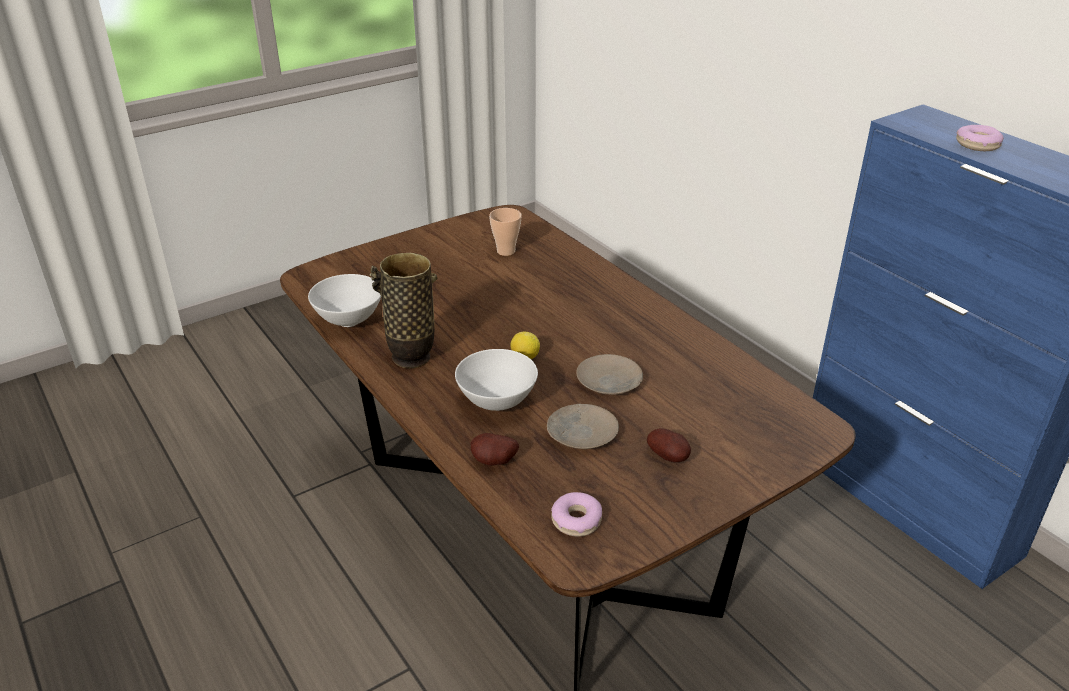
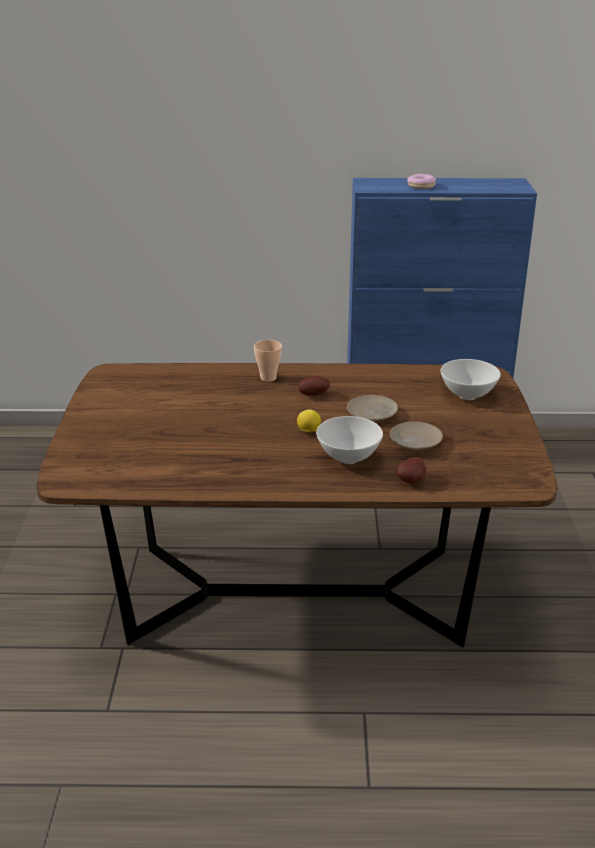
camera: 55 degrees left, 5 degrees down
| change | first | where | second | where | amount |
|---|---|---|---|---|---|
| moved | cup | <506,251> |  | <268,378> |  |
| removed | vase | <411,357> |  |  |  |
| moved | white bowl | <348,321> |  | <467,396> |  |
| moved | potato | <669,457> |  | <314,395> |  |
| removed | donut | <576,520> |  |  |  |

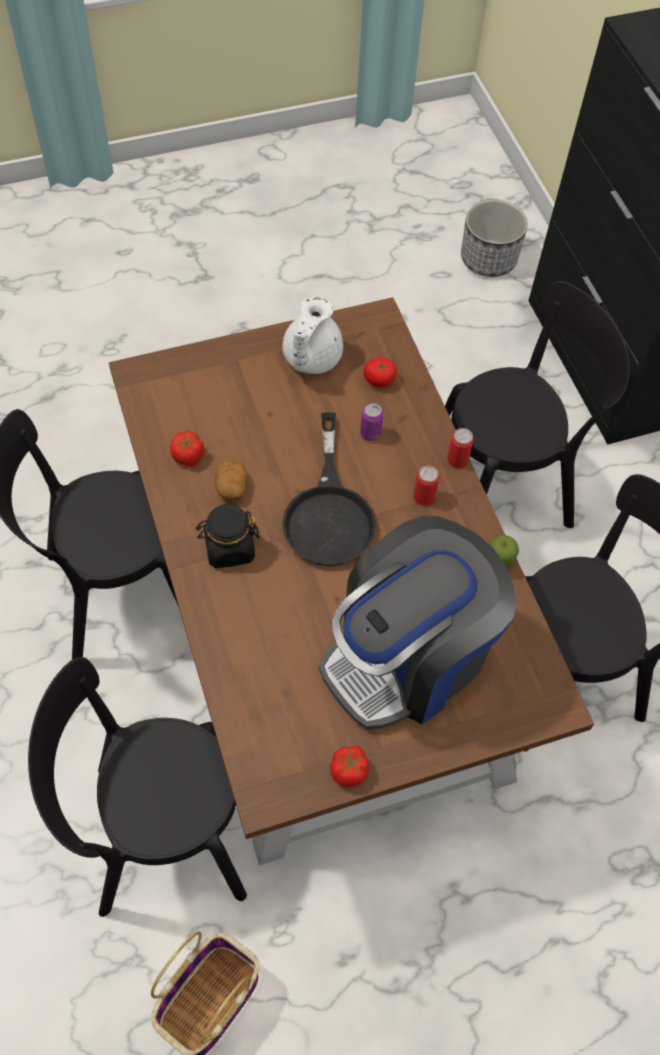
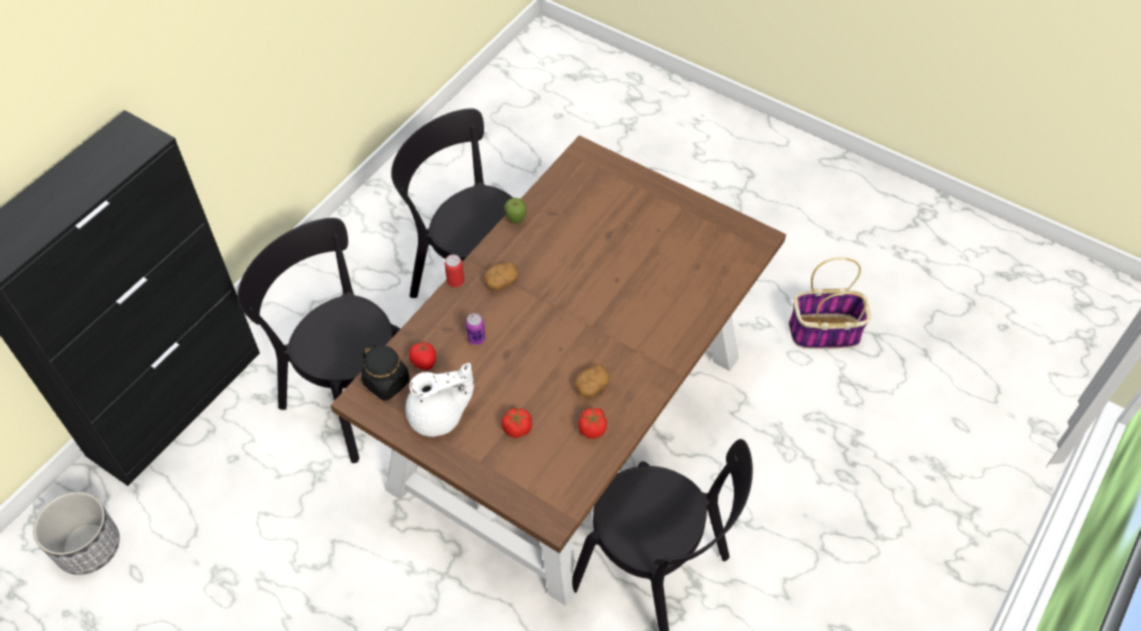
camera: 125 degrees left, 5 degrees down
| change | first | where | second | where | amount |
|---|---|---|---|---|---|
| removed | black frying pan | <329,512> |  |  |  |
| replaced | can | <424,496> | potato | <501,281> |  |
| moved | black jar | <229,548> |  | <387,382> |  |
| removed | coffee machine | <409,656> |  |  |  |
| removed | black chair | <160,833> |  |  |  |
| moved | tomato | <349,771> |  | <517,428> |  |

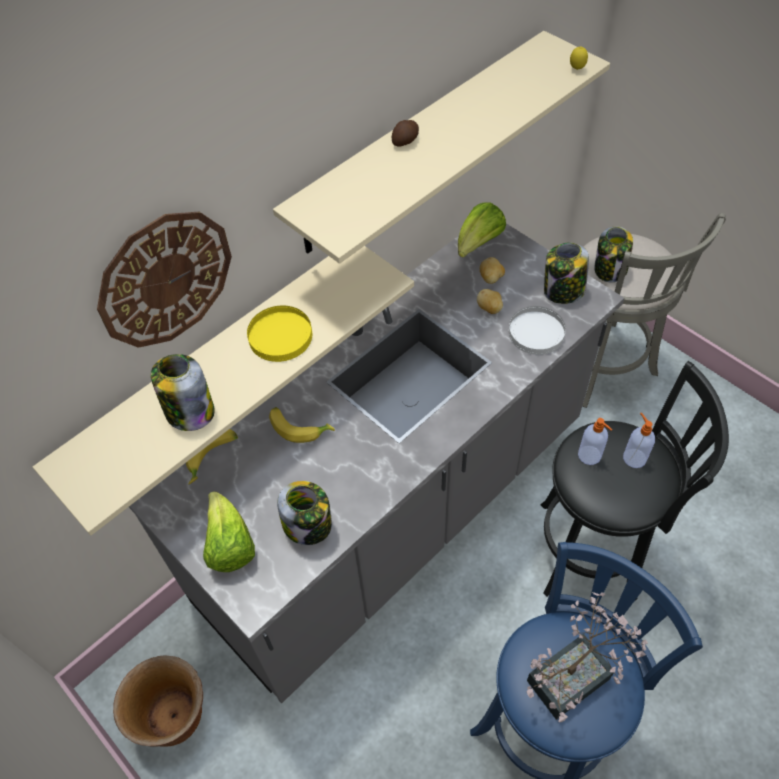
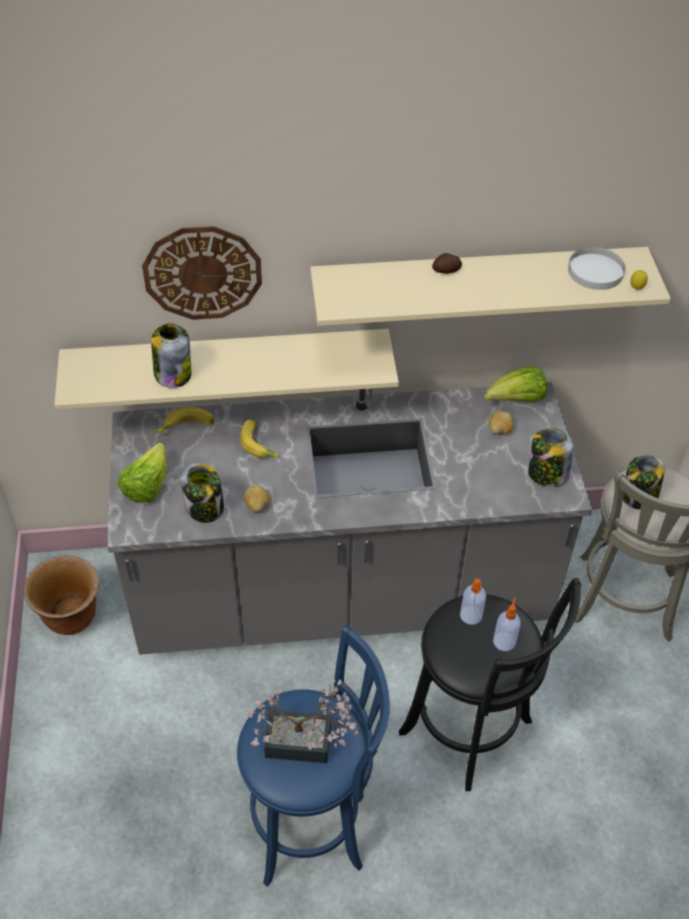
camera: 35 degrees right, 5 degrees down
| change | first | where | second | where | amount |
|---|---|---|---|---|---|
| moved | potato | <489,309> |  | <257,506> |  |
| removed | yellow plate | <280,336> |  |  |  |
| moved | white plate | <536,332> |  | <596,271> |  |

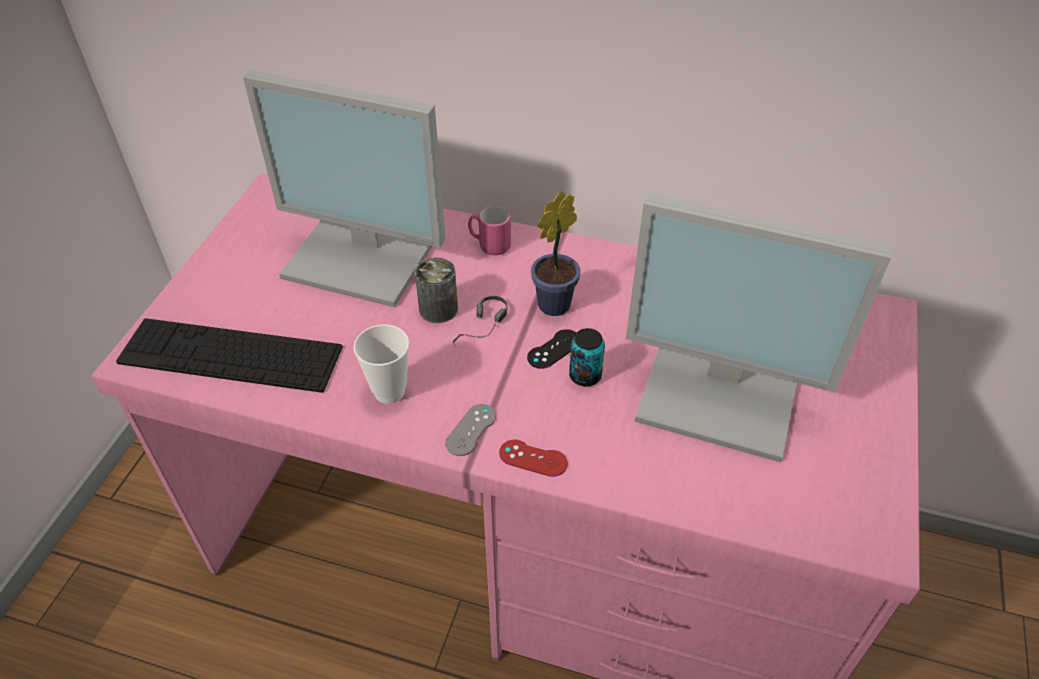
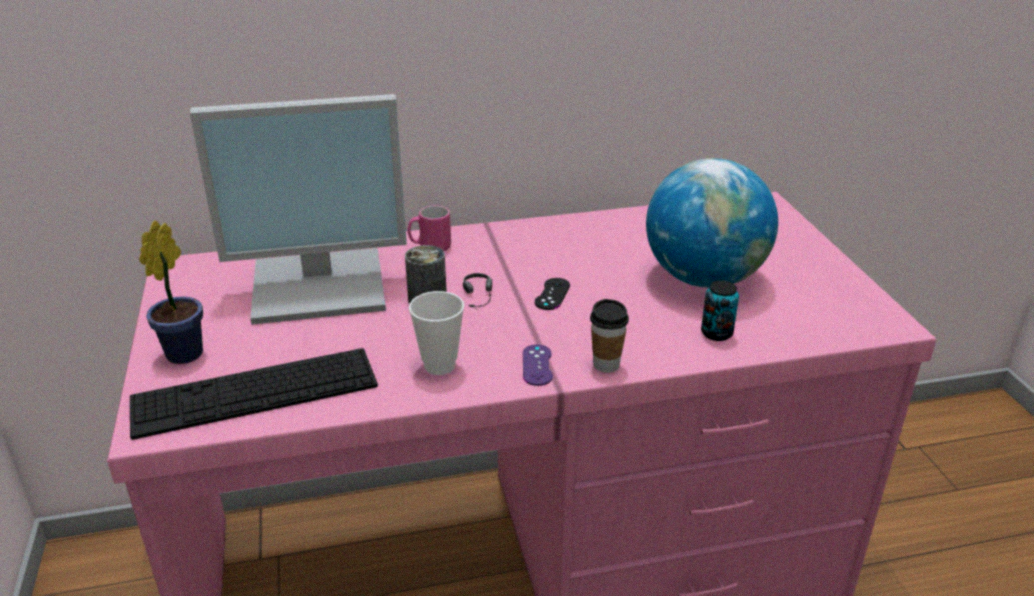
camera: 30 degrees left, 15 degrees down
| change | first | where | second | where | amount |
|---|---|---|---|---|---|
| moved | potted plant | <557,302> |  | <187,351> |  |
| replaced | monitor | <723,391> | globe | <704,278> |  |
| moved | can | <585,376> |  | <716,333> |  |
| recoloured | grey game controller | <471,430> | purple game controller | <537,365> |  |
| replaced | red game controller | <533,458> | cup | <606,364> |  |

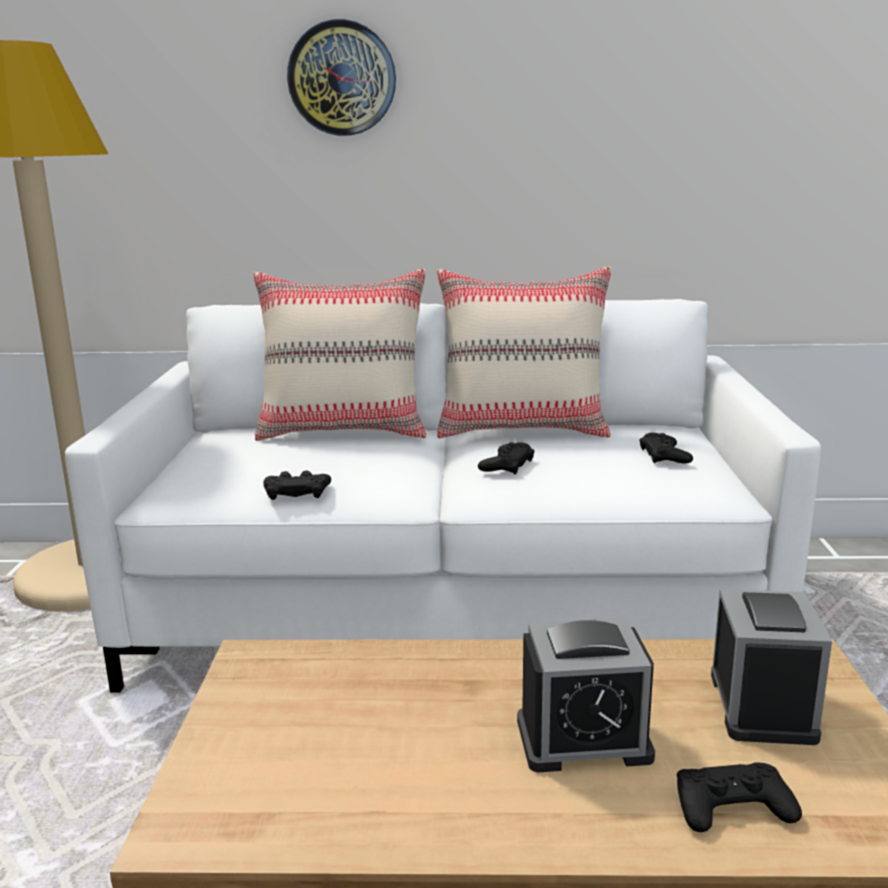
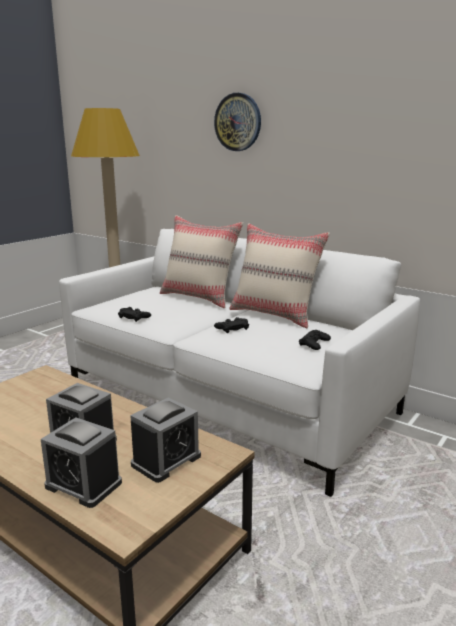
camera: 35 degrees right, 0 degrees up
| change | first | where | second | where | amount |
|---|---|---|---|---|---|
| replaced | black game controller | <732,807> | alarm clock | <83,484> |  |

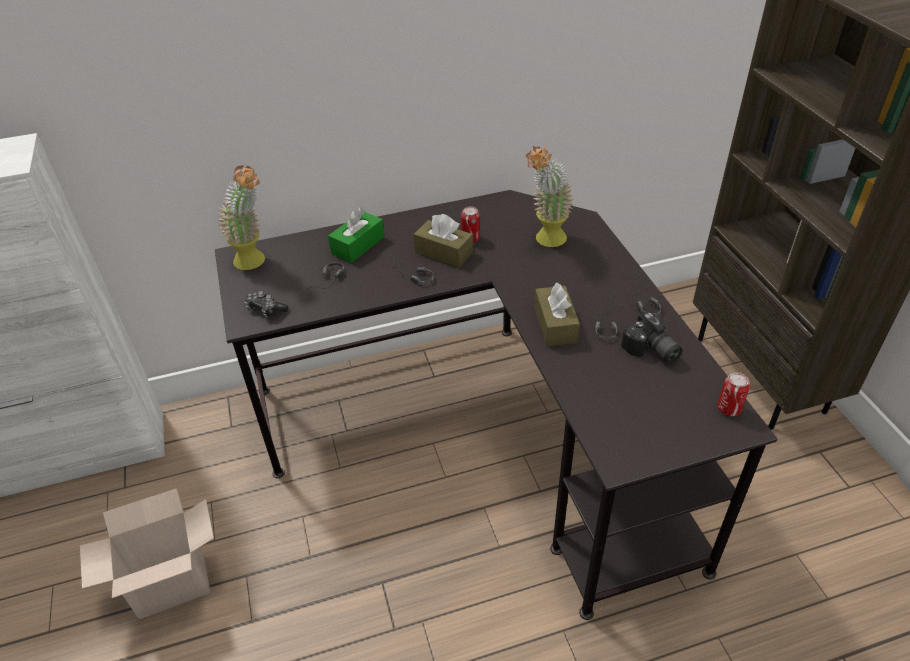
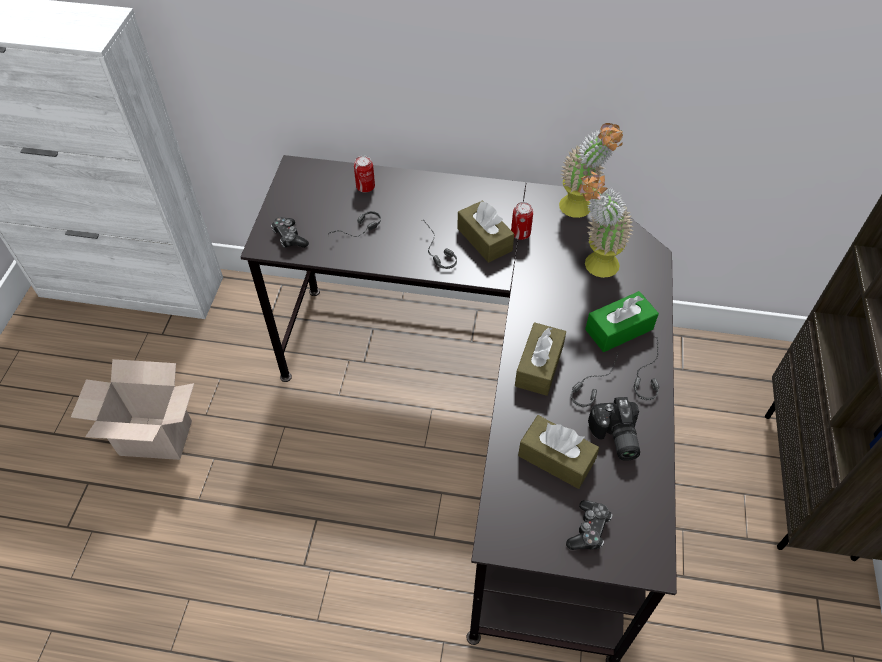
camera: 25 degrees right, 10 degrees up
| change | first | where | second | where | amount |
|---|---|---|---|---|---|
| moved | potted plant | <256,262> |  | <581,211> |  |
| moved | green tissue box | <358,245> |  | <619,329> |  |
| moved | can | <728,408> |  | <365,187> |  |
| added |  |  | brown tissue box | <556,458> |  |
| added |  |  | game controller | <588,530> |  |

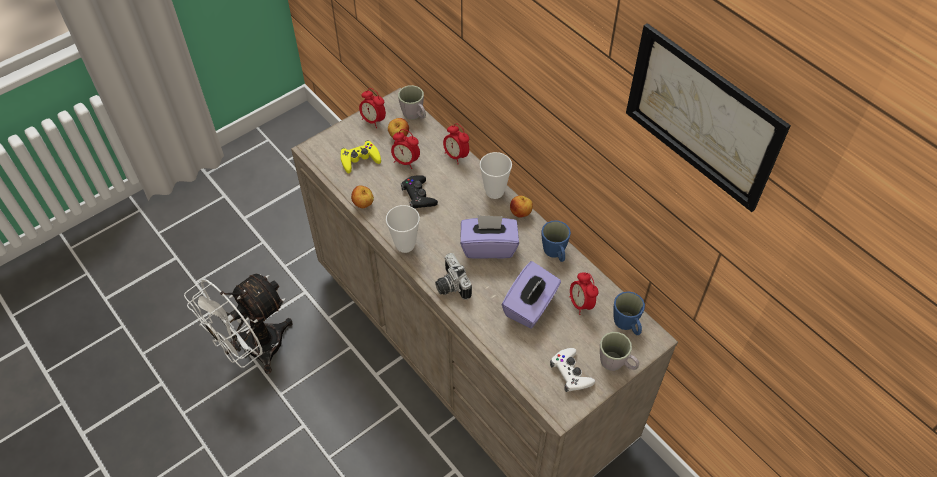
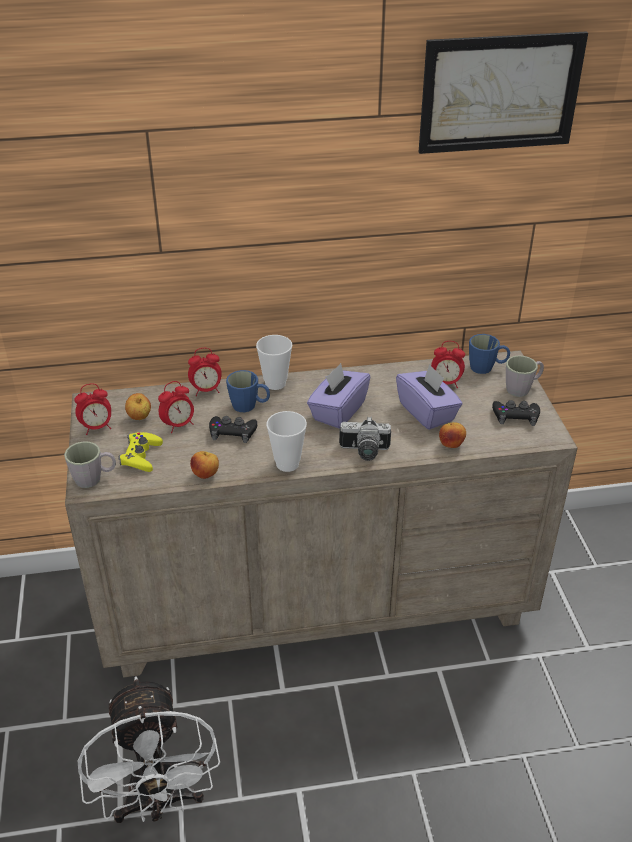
camera: 60 degrees left, 15 degrees down
| change | first | where | second | where | amount |
|---|---|---|---|---|---|
| moved | grey mug | <415,115> |  | <94,478> |  |
| moved | apple | <521,213> |  | <451,445> |  |
| moved | blue mug | <555,253> |  | <249,406> |  |
| recoloured | white game controller | <571,373> | black game controller | <515,416> |  |

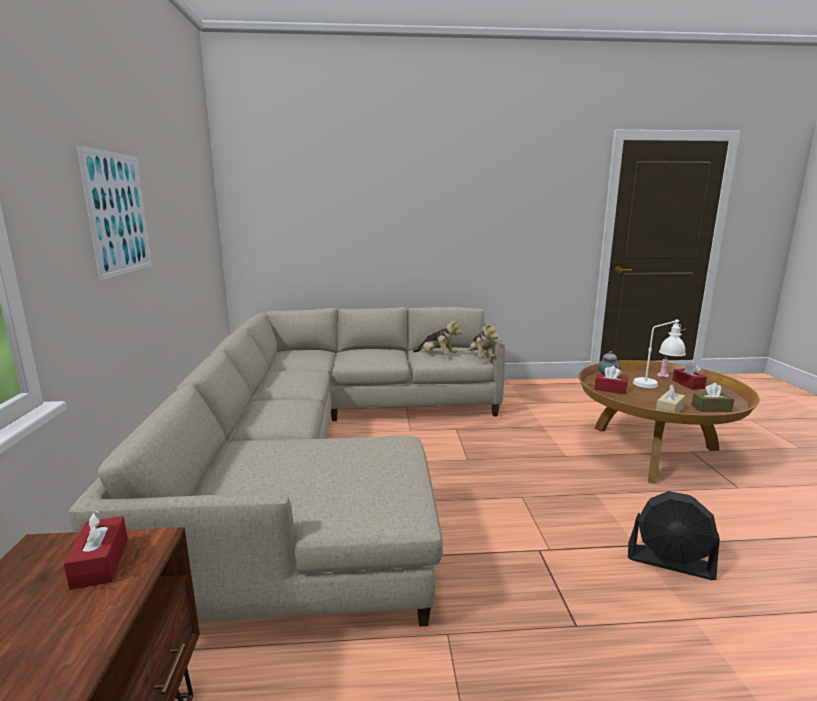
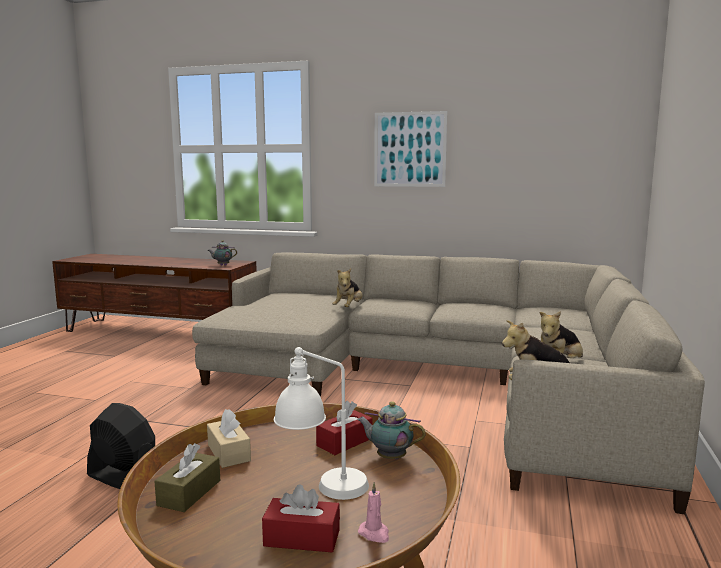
camera: 110 degrees right, 5 degrees down
| change | first | where | second | where | amount |
|---|---|---|---|---|---|
| turned | black fan | <670,562> |  | <123,479> | 75 degrees clockwise |
| replaced | red tissue box | <100,563> | teapot | <222,265> |  |
| added |  |  | plush toy | <348,308> |  |

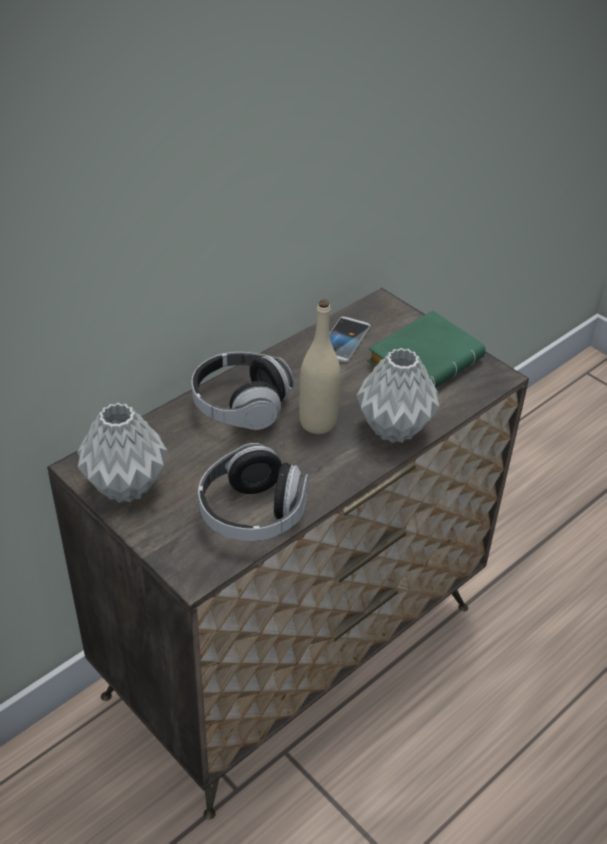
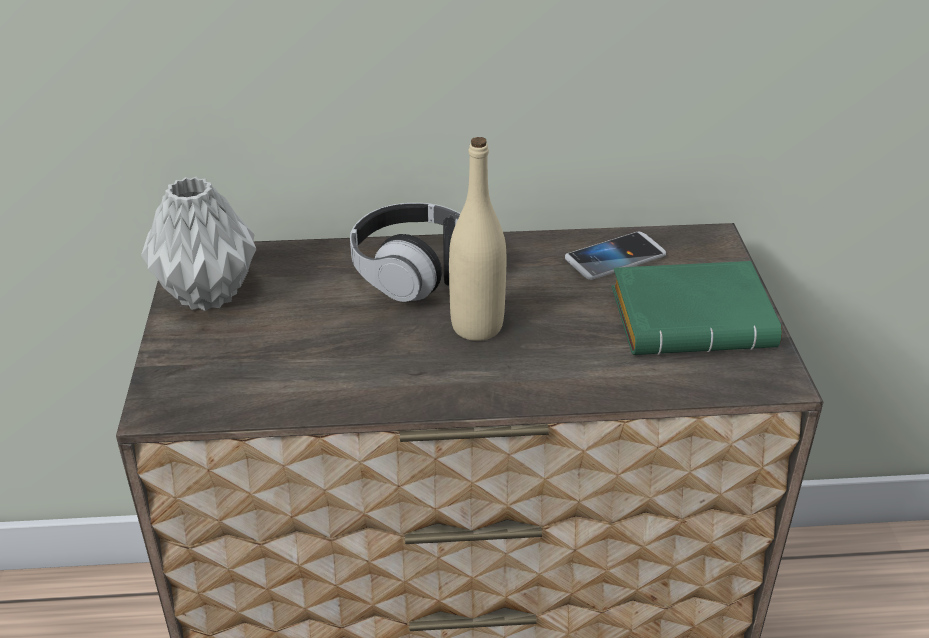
camera: 40 degrees right, 5 degrees down
| change | first | where | second | where | amount |
|---|---|---|---|---|---|
| removed | grey vase | <396,429> |  |  |  |
| removed | headphones | <252,513> |  |  |  |

